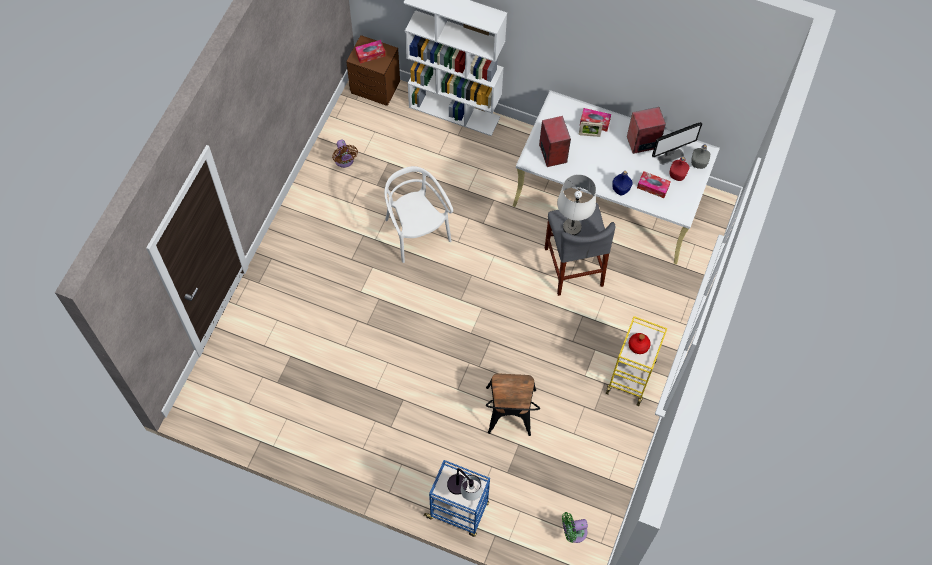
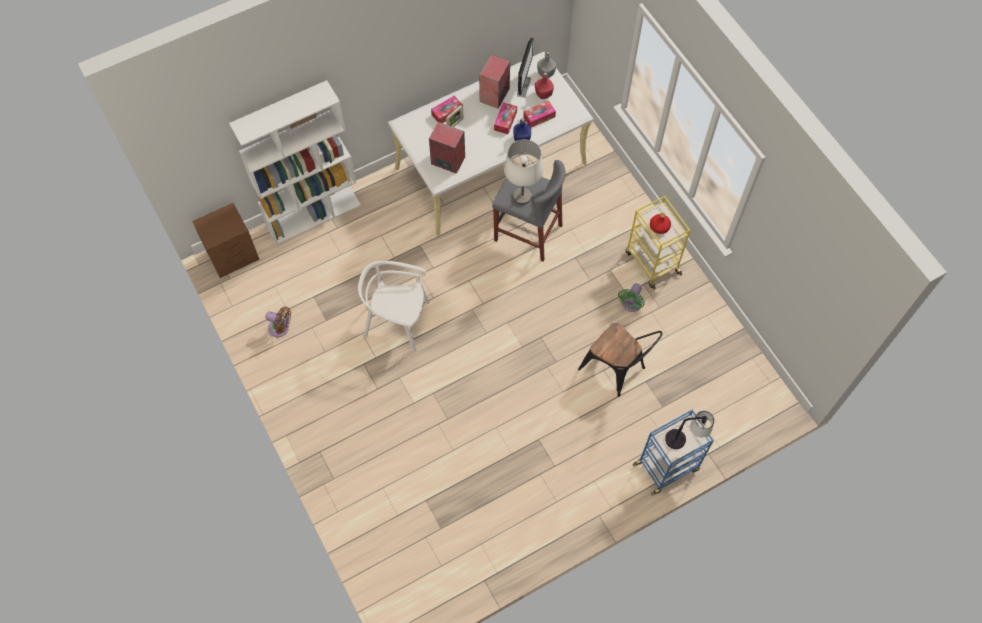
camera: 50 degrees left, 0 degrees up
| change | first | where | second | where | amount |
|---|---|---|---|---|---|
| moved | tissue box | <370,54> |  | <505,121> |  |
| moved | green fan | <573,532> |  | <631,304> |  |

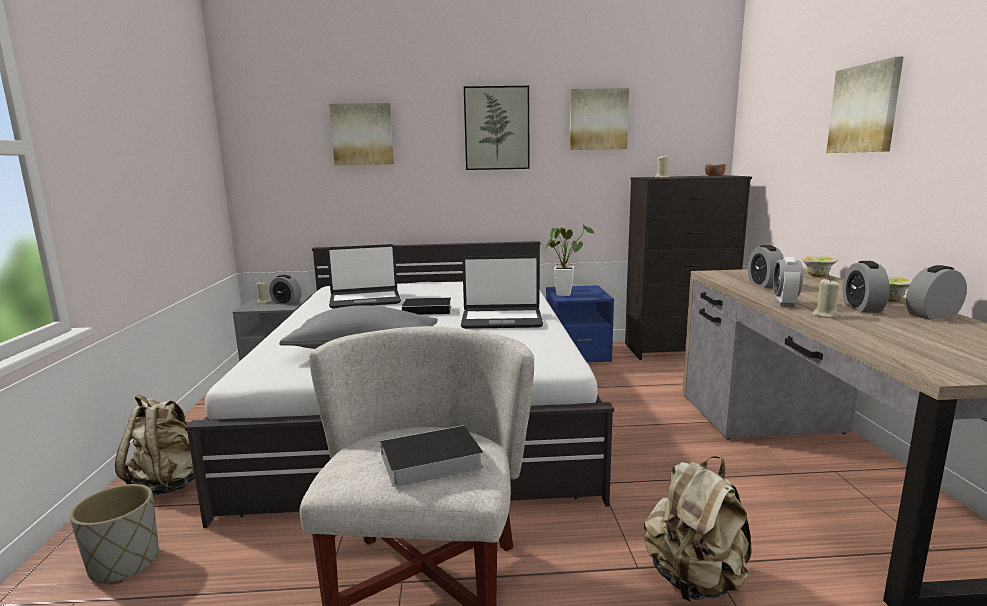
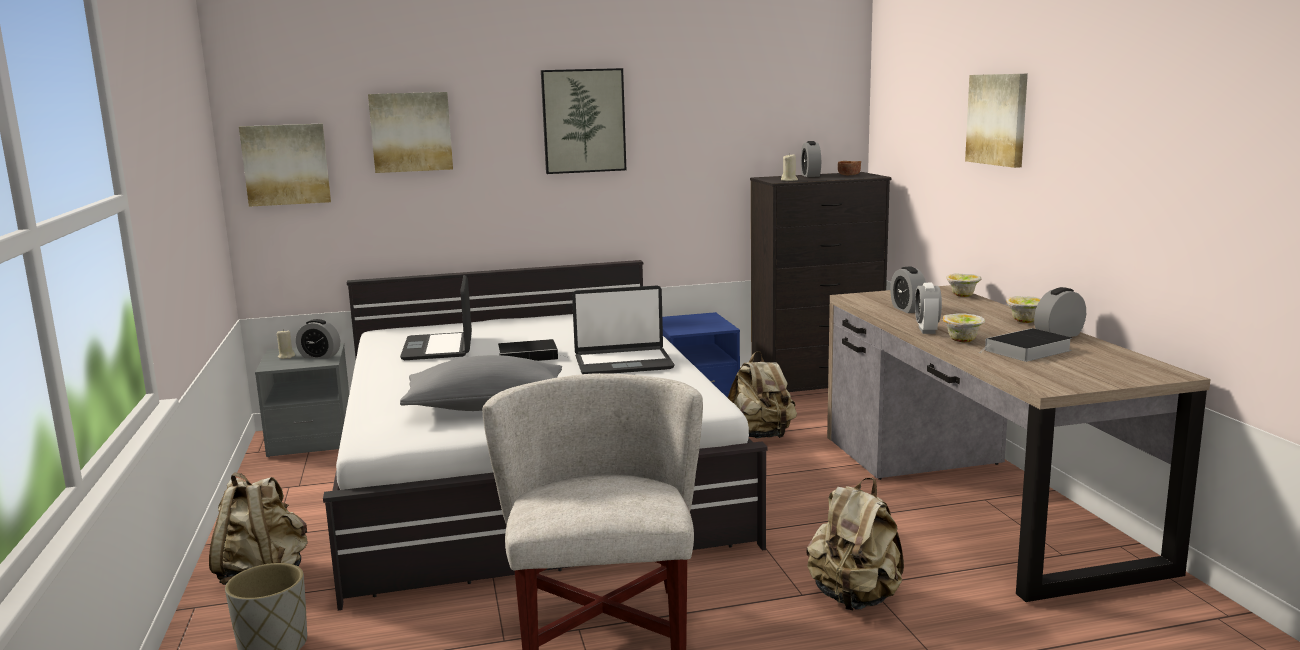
camera: 10 degrees left, 0 degrees up
| change | first | where | second | where | amount |
|---|---|---|---|---|---|
| moved | picture | <598,119> |  | <286,164> |  |
| removed | potted plant | <564,293> |  |  |  |
| turned | laptop | <365,300> |  | <439,348> | 105 degrees clockwise |
| moved | alarm clock | <862,308> |  | <810,175> |  |
| replaced | beige candle | <825,315> | bowl | <963,341> |  |
| moved | book | <428,462> |  | <1027,351> |  |
| added |  |  | beige backpack | <760,437> |  |

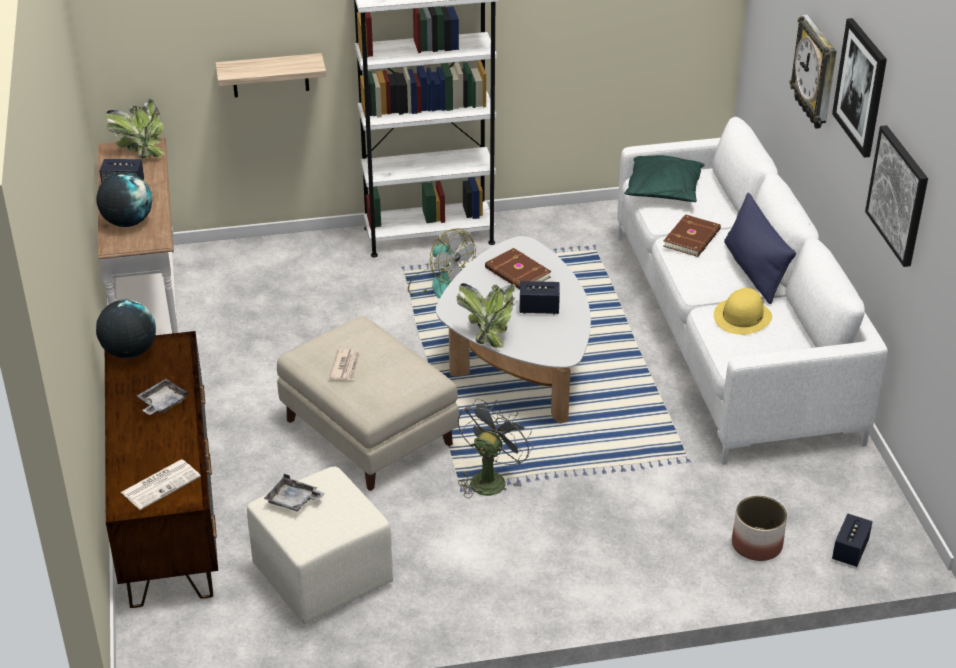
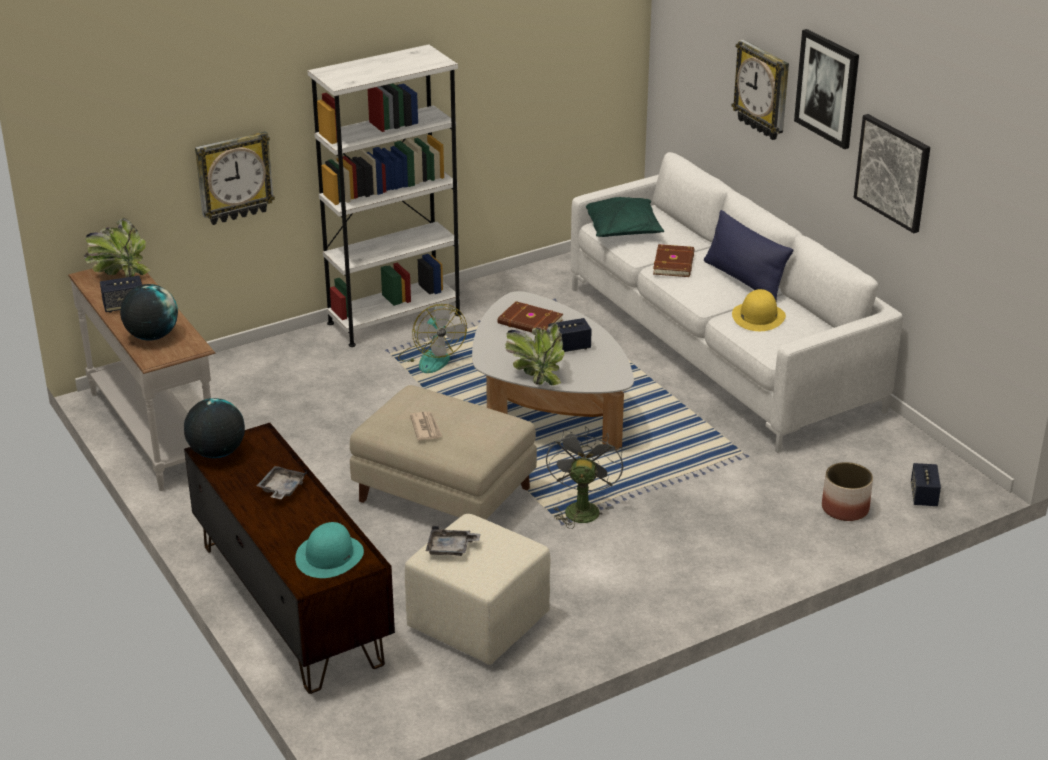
camera: 20 degrees left, 5 degrees down
| change | first | where | second | where | amount |
|---|---|---|---|---|---|
| replaced | shelf | <270,75> | wall clock | <234,177> |  |
| turned | fan | <439,284> |  | <431,358> | 45 degrees clockwise |
| replaced | newspaper | <161,484> | turquoise hat | <329,556> |  |

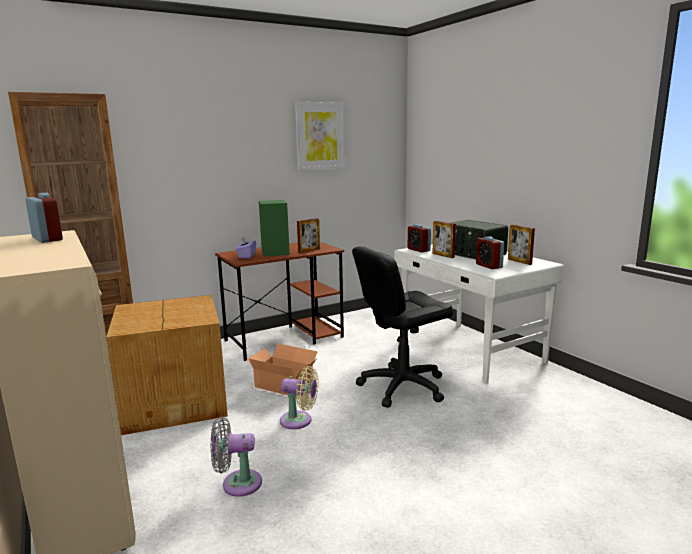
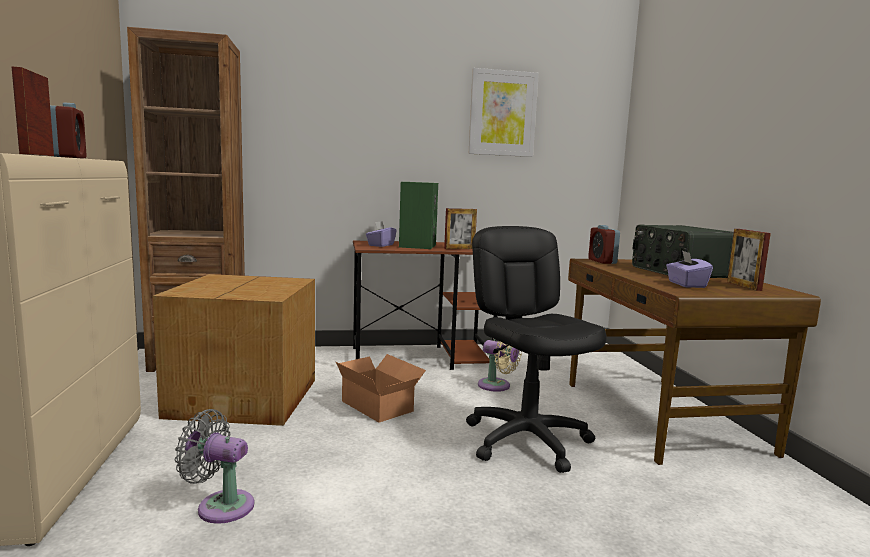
camera: 20 degrees right, 5 degrees down
| change | first | where | second | where | amount |
|---|---|---|---|---|---|
| moved | picture frame | <443,255> |  | <37,155> |  |
| replaced | alarm clock | <489,266> | purple tissue box | <686,284> |  |
| recoloured | white desk | <469,351> | brown desk | <660,416> |  |
| turned | black office chair | <402,386> |  | <527,440> | 75 degrees clockwise |
| moved | beige fan | <299,421> |  | <497,386> |  |

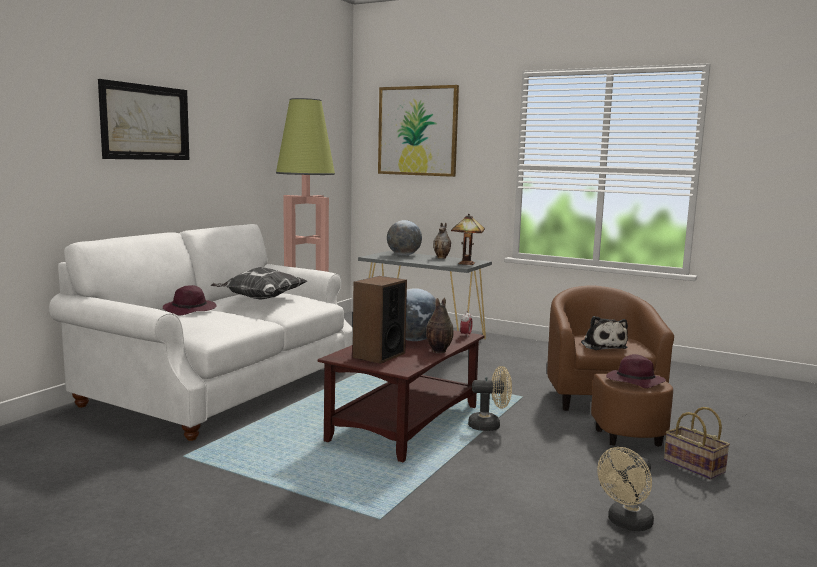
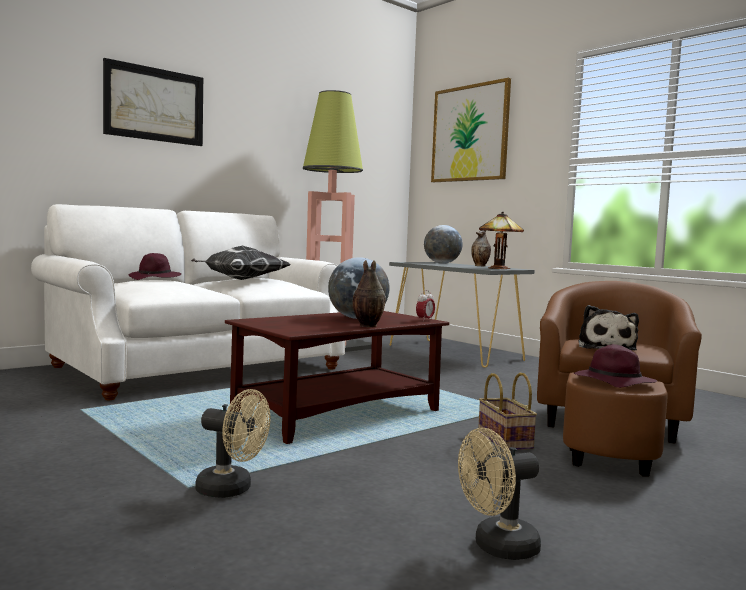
camera: 20 degrees right, 5 degrees down
| change | first | where | second | where | amount |
|---|---|---|---|---|---|
| removed | speaker | <378,355> |  |  |  |
| moved | beige fan | <489,425> |  | <232,489> |  |
| moved | basket | <692,466> |  | <503,440> |  |

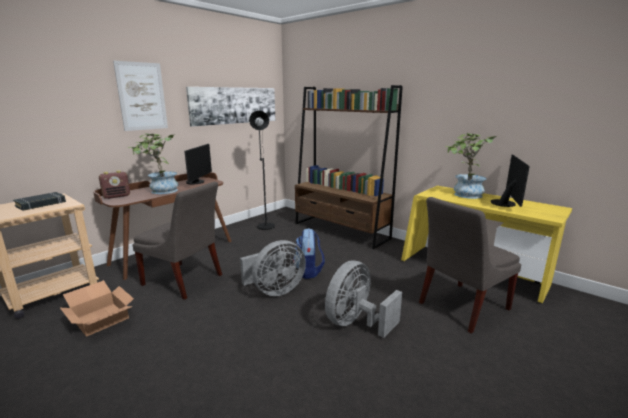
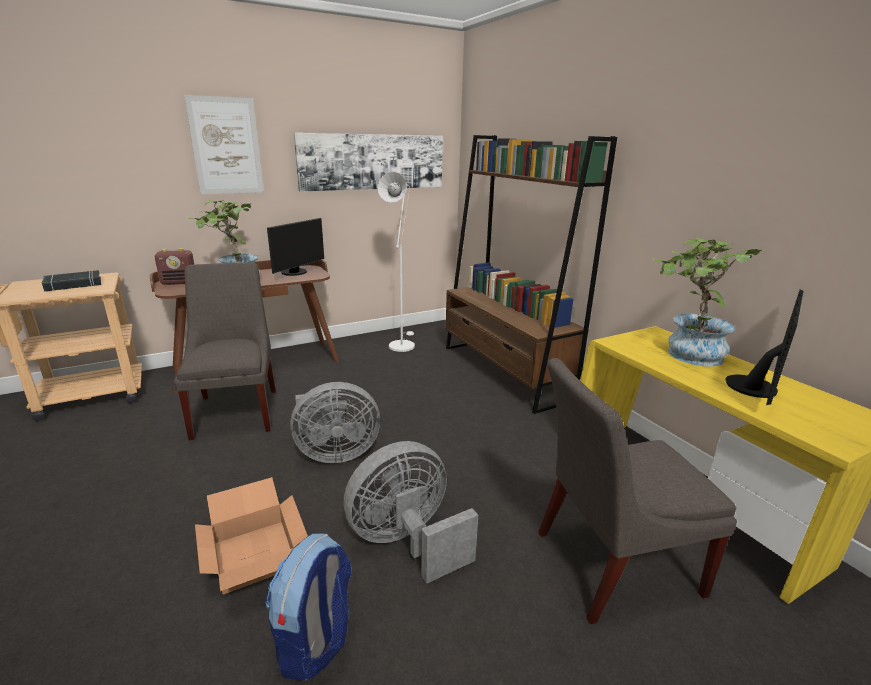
camera: 20 degrees right, 5 degrees up
| change | first | where | second | where | amount |
|---|---|---|---|---|---|
| recoloured | black floor lamp | <265,225> | white floor lamp | <402,344> |  |
| turned | grey chair | <184,281> |  | <237,410> | 150 degrees counterclockwise |
| moved | backpack | <309,271> |  | <316,641> |  |
| moved | cardboard box | <99,319> |  | <253,554> |  |

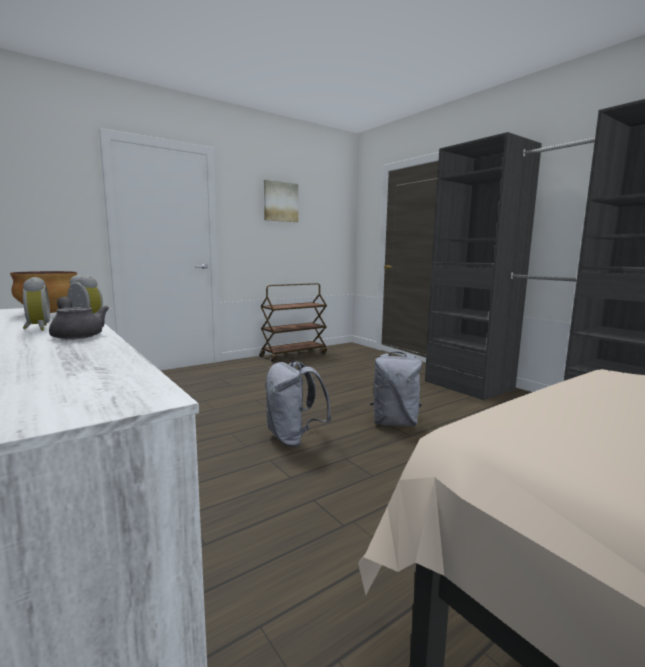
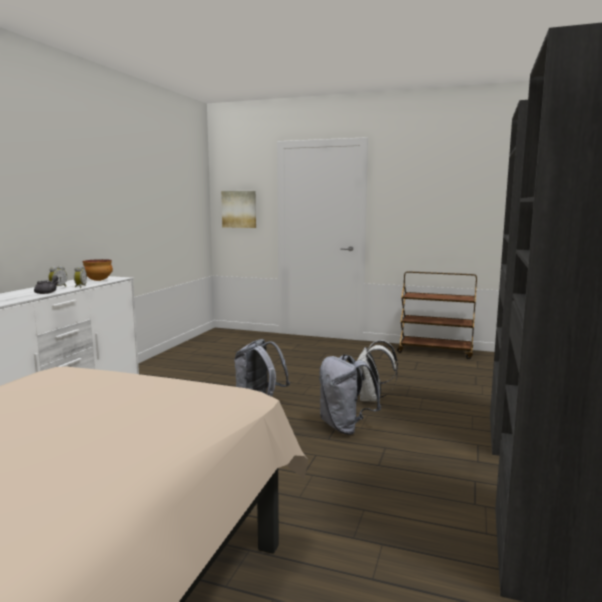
camera: 55 degrees right, 0 degrees up
| change | first | where | second | where | amount |
|---|---|---|---|---|---|
| moved | picture | <280,201> |  | <239,209> |  |
| added |  |  | white backpack | <372,399> |  |

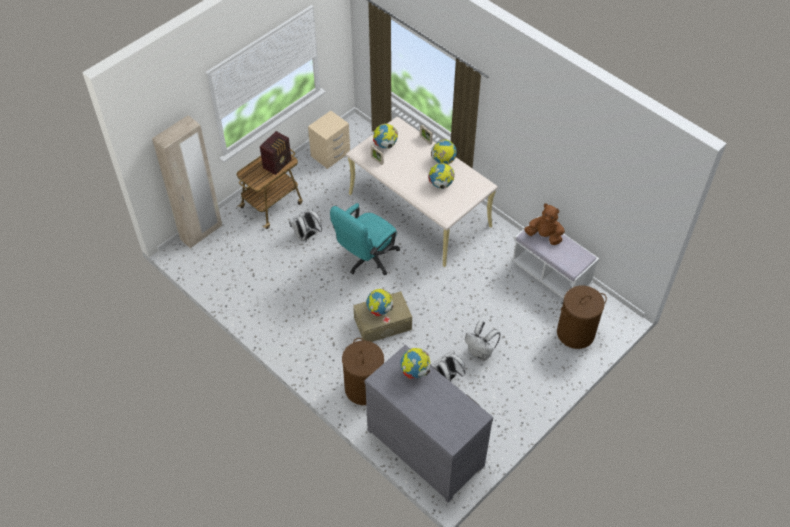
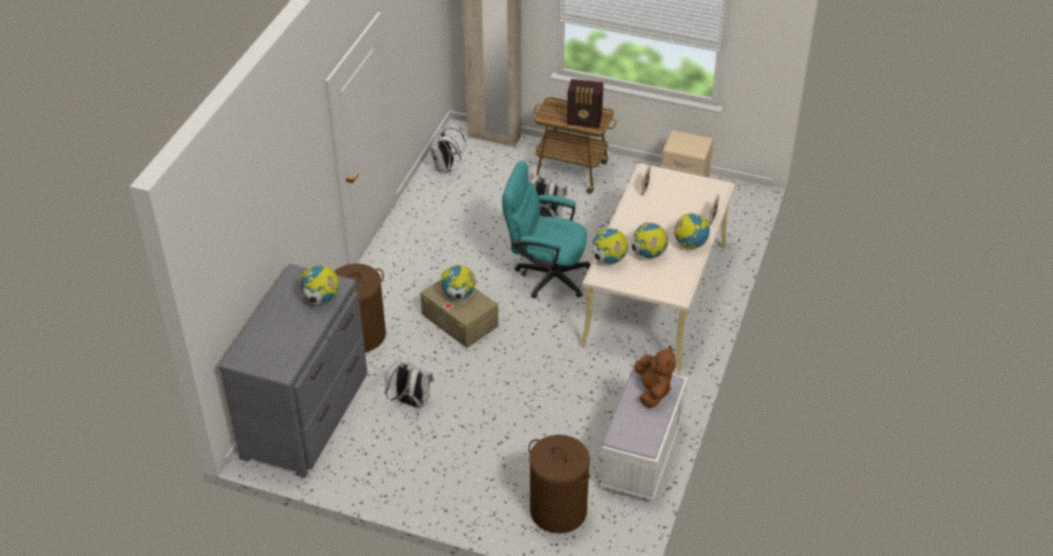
camera: 65 degrees right, 10 degrees down
| change | first | where | second | where | amount |
|---|---|---|---|---|---|
| moved | globe | <385,145> |  | <608,260> |  |
| moved | white backpack | <480,352> |  | <446,167> |  |

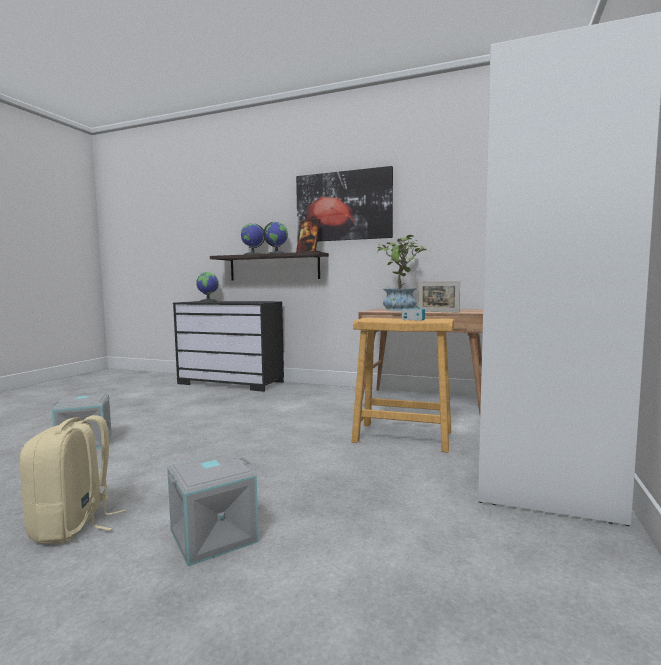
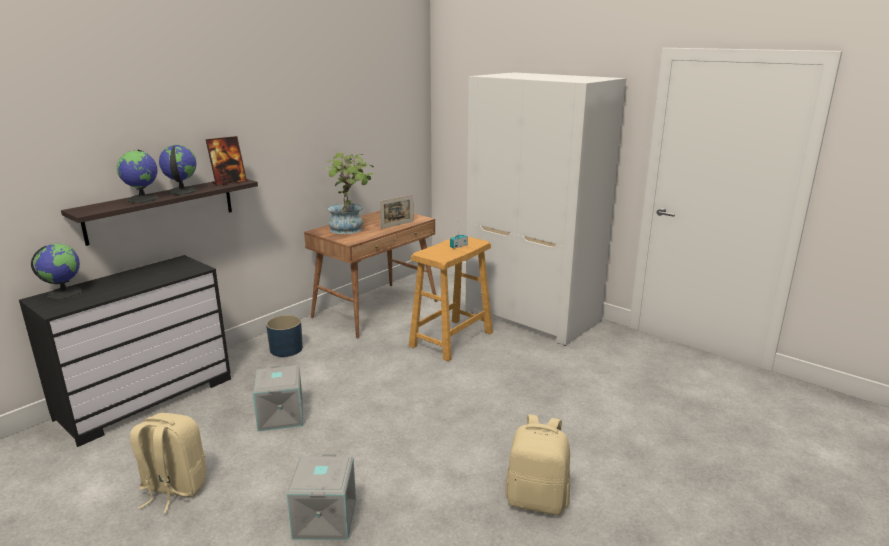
camera: 70 degrees left, 15 degrees up
| change | first | where | second | where | amount |
|---|---|---|---|---|---|
| removed | picture | <343,206> |  |  |  |
| moved | grey storage box | <213,537> |  | <282,416> |  |
| added |  |  | blue planter | <286,349> |  |
| added |  |  | beige backpack | <173,489> |  |

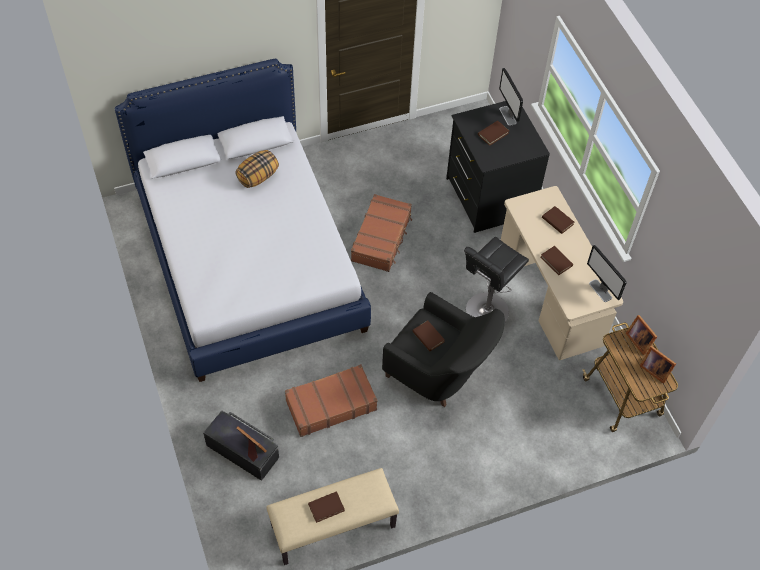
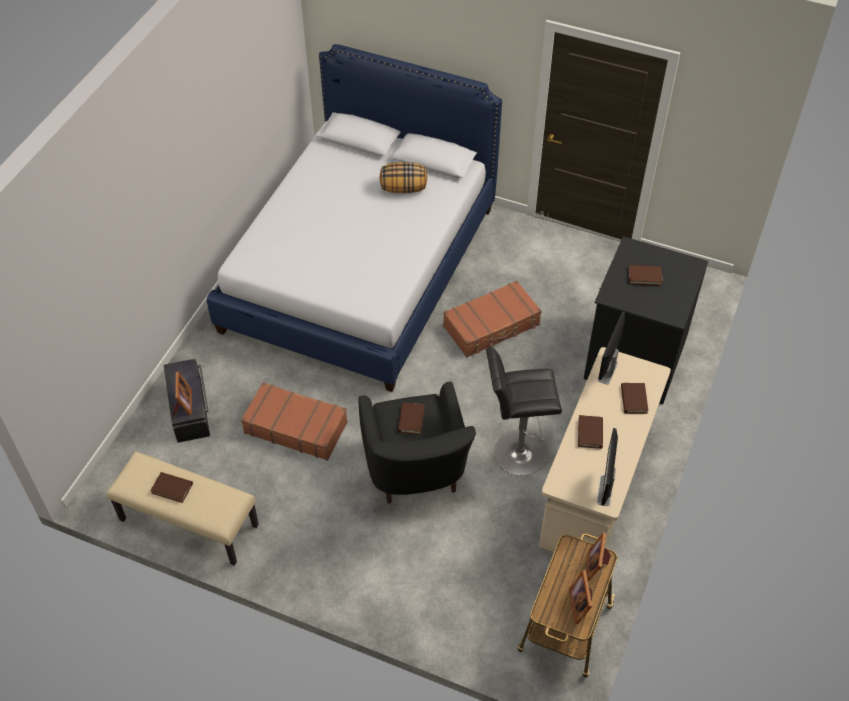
camera: 45 degrees right, 5 degrees down
| change | first | where | second | where | amount |
|---|---|---|---|---|---|
| moved | monitor | <508,116> |  | <607,371> |  |

